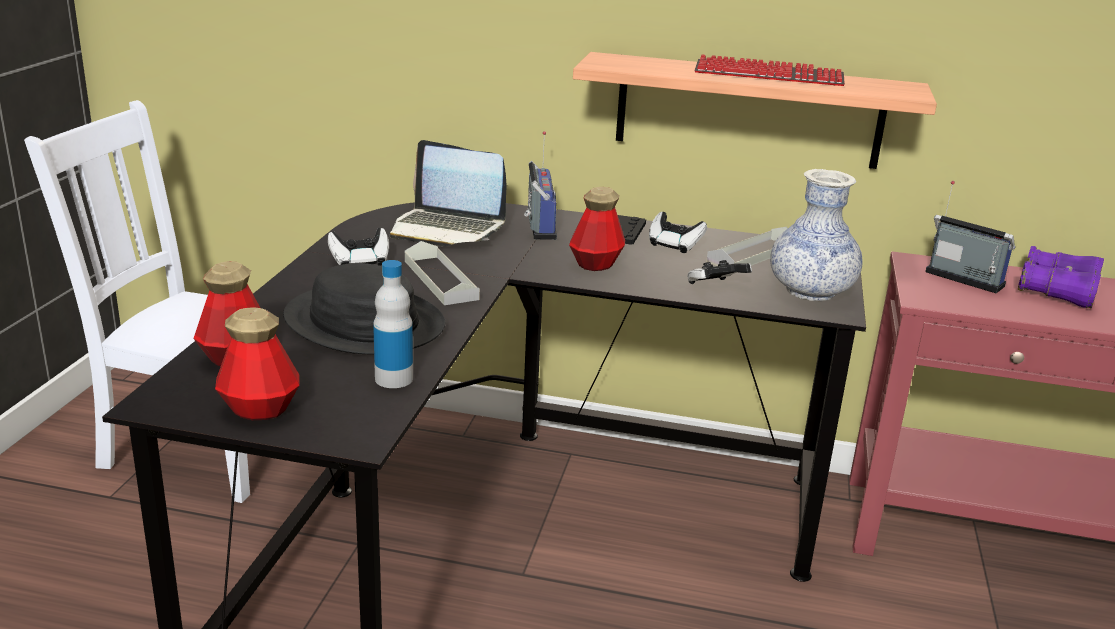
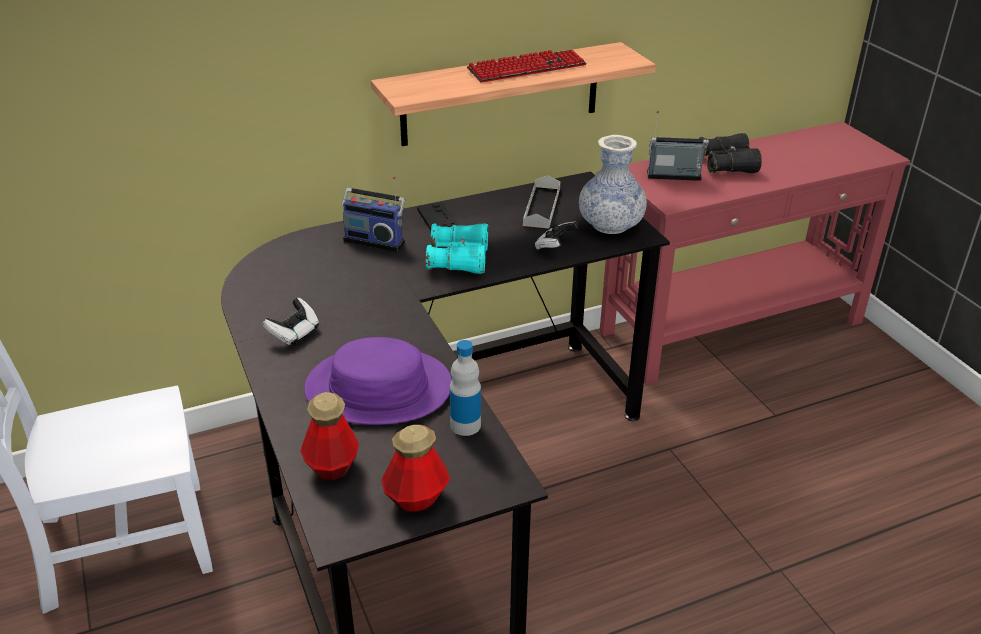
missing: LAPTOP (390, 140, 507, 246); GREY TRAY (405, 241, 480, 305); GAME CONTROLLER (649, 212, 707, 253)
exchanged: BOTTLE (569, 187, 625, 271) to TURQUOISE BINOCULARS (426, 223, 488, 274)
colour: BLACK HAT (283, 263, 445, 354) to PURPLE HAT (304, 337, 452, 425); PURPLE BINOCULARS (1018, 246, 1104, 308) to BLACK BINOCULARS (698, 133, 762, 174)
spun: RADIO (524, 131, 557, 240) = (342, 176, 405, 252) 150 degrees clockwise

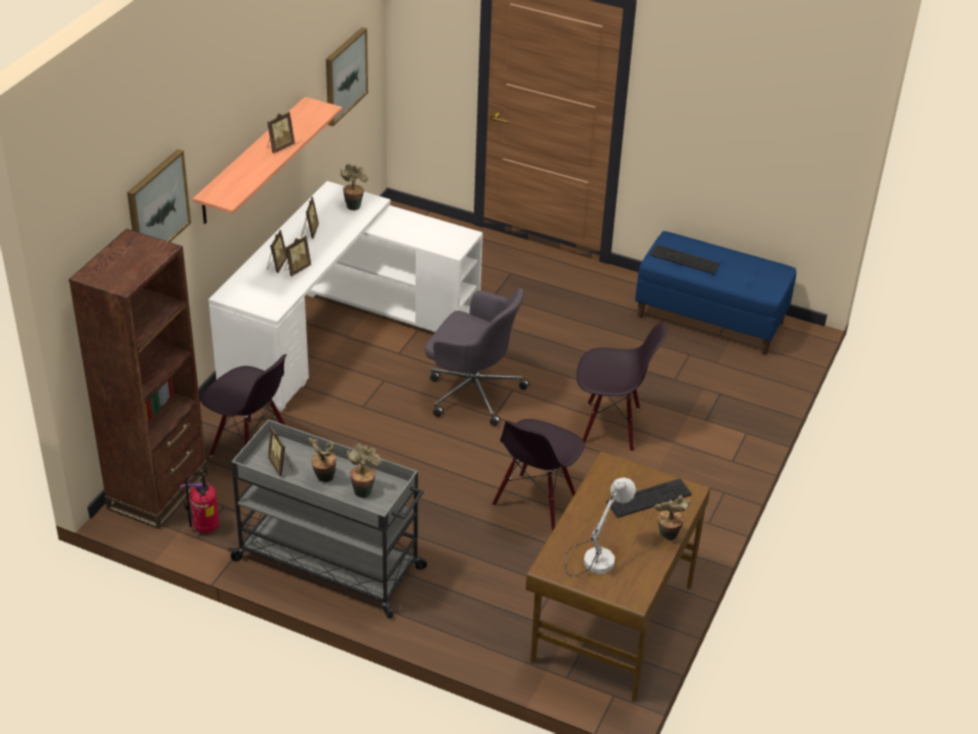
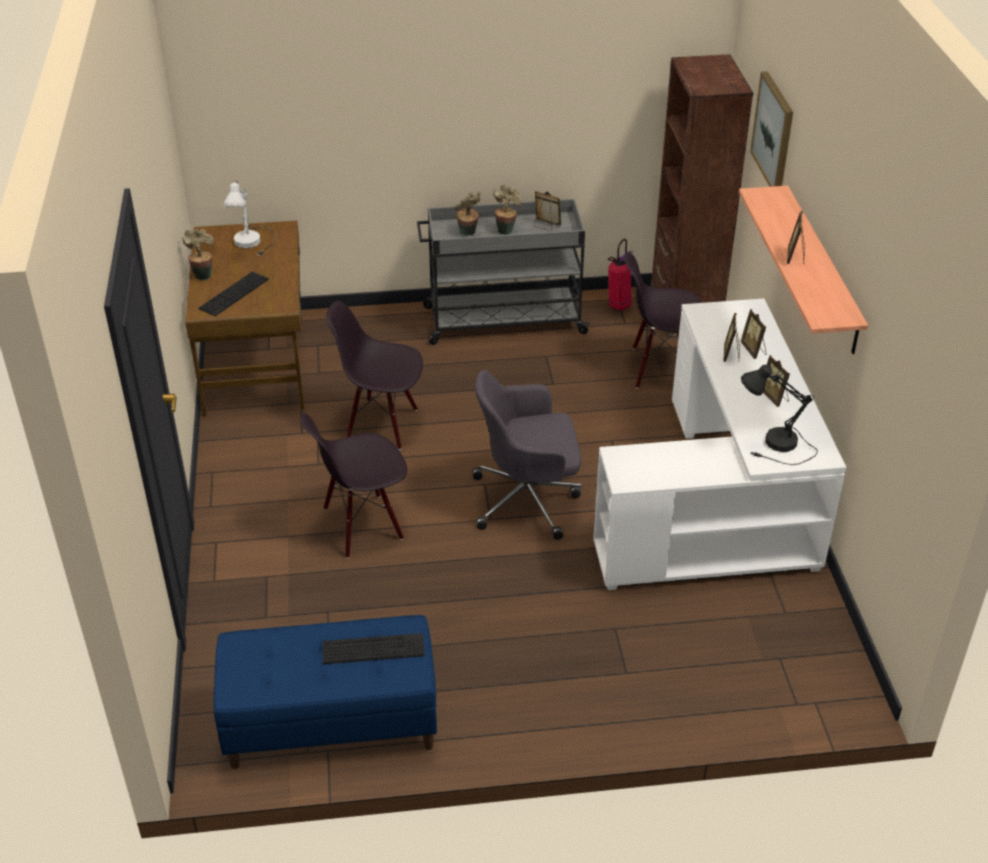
missing: PICTURE (326, 27, 368, 126)
exchanged: POTTED PLANT (341, 164, 368, 211) to BLACK TABLE LAMP (741, 365, 818, 465)
spun: BLACK CHAIR (492, 419, 585, 531) = (326, 301, 423, 450) 75 degrees counterclockwise

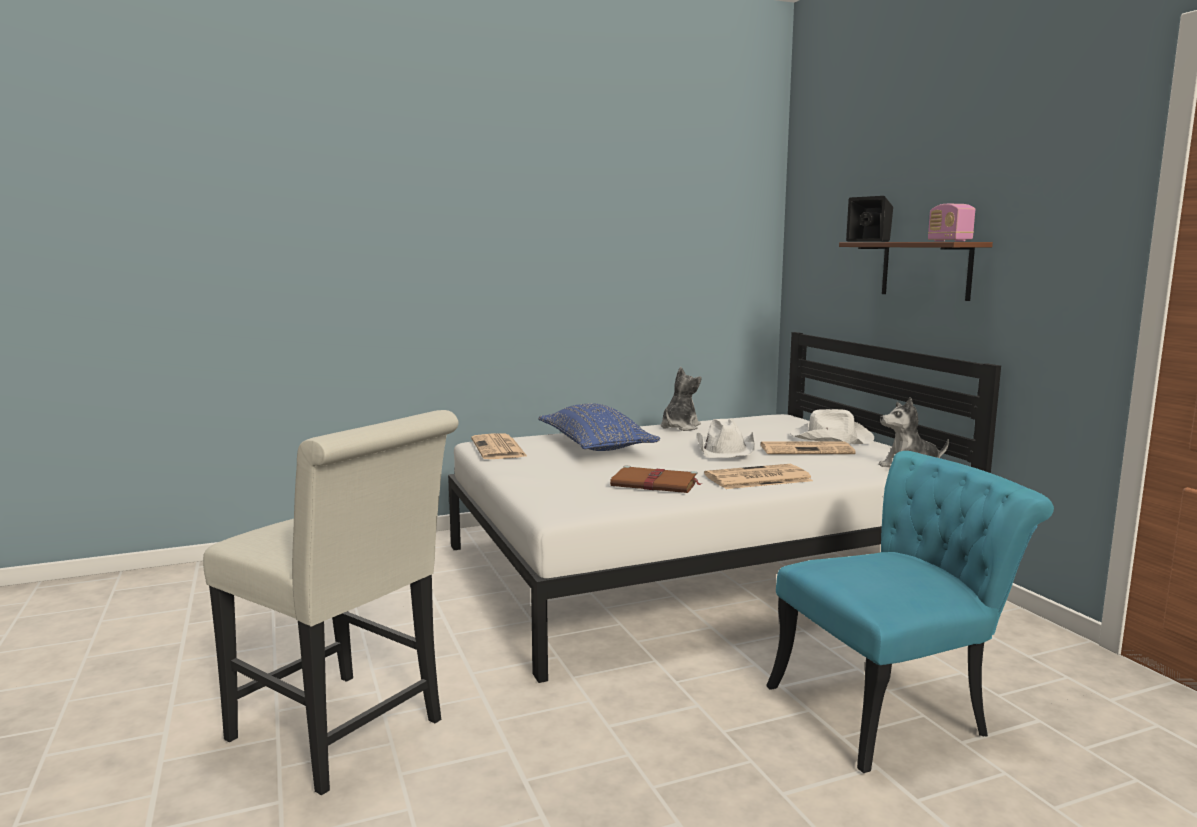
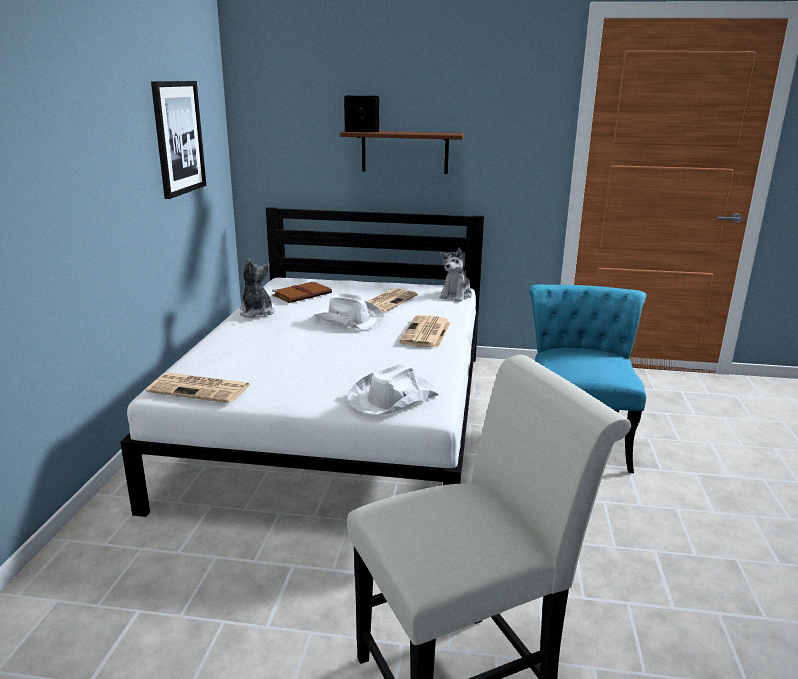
missing: BLUE PILLOW (538, 403, 660, 451); RADIO (928, 204, 975, 242)
appeared: PICTURE (151, 81, 206, 199)
relocated: BROWN BOOK (610, 466, 702, 493) to (272, 281, 332, 303); WHITE HAT (790, 409, 874, 444) to (347, 363, 439, 415)

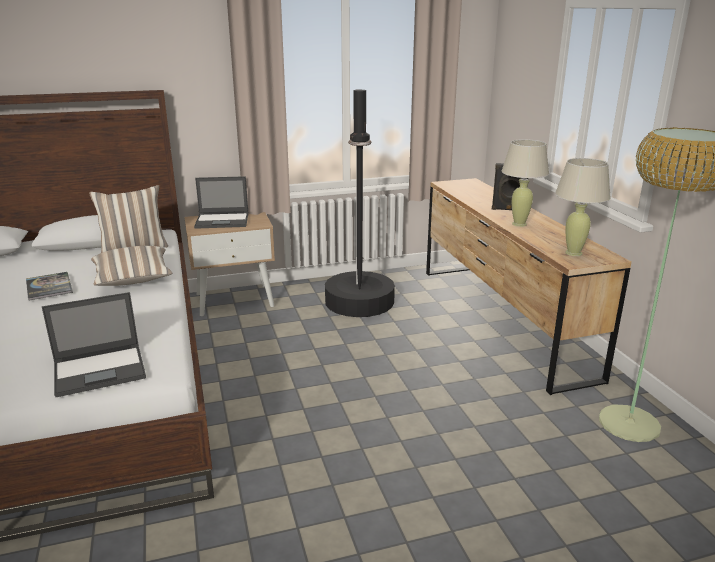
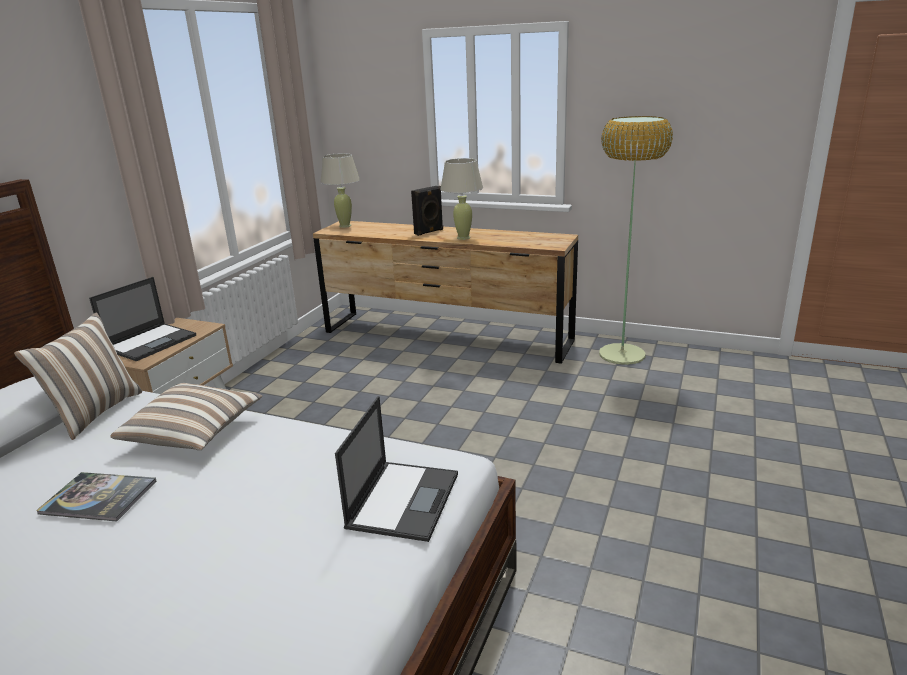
missing: BLACK FLOOR LAMP (325, 90, 395, 317)
relocated: BEIGE TABLE LAMP (555, 158, 611, 256) to (321, 153, 360, 228)

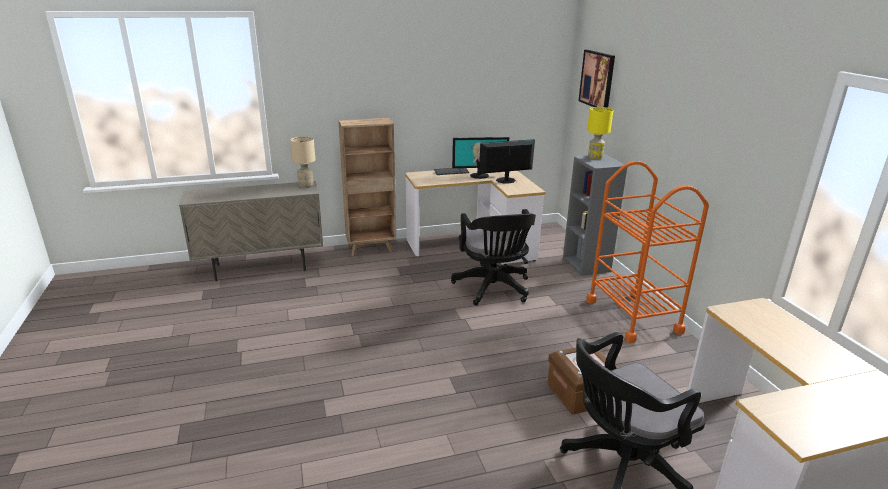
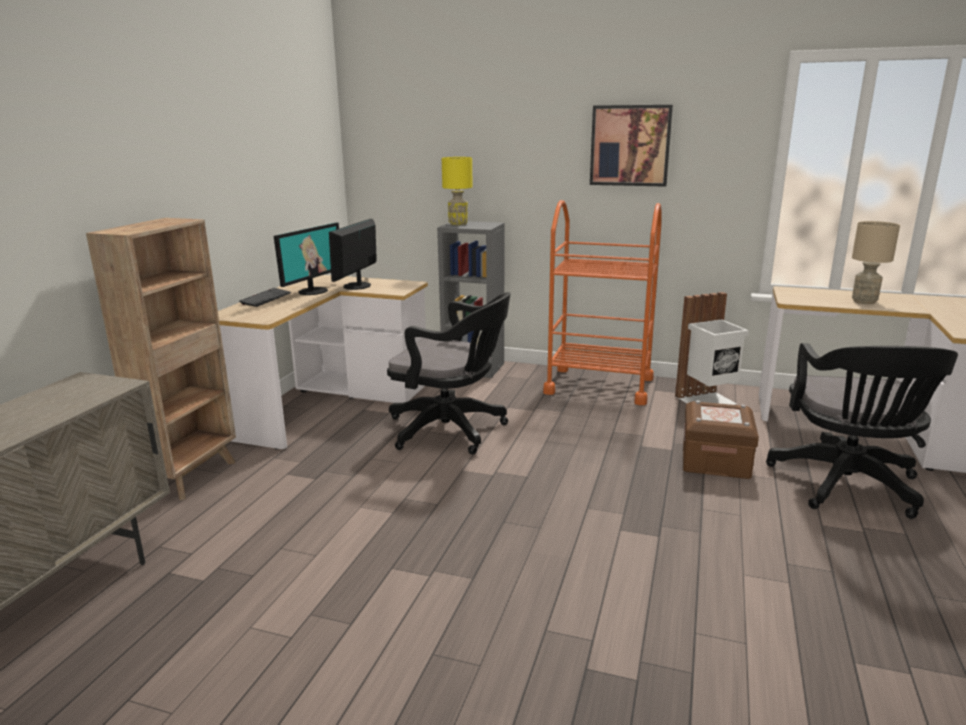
appeared: WHITE TRASH CAN (675, 292, 749, 405)
relocated: PICTURE (579, 49, 615, 108) to (590, 105, 673, 187); BEIGE TABLE LAMP (290, 136, 315, 188) to (852, 221, 900, 304)

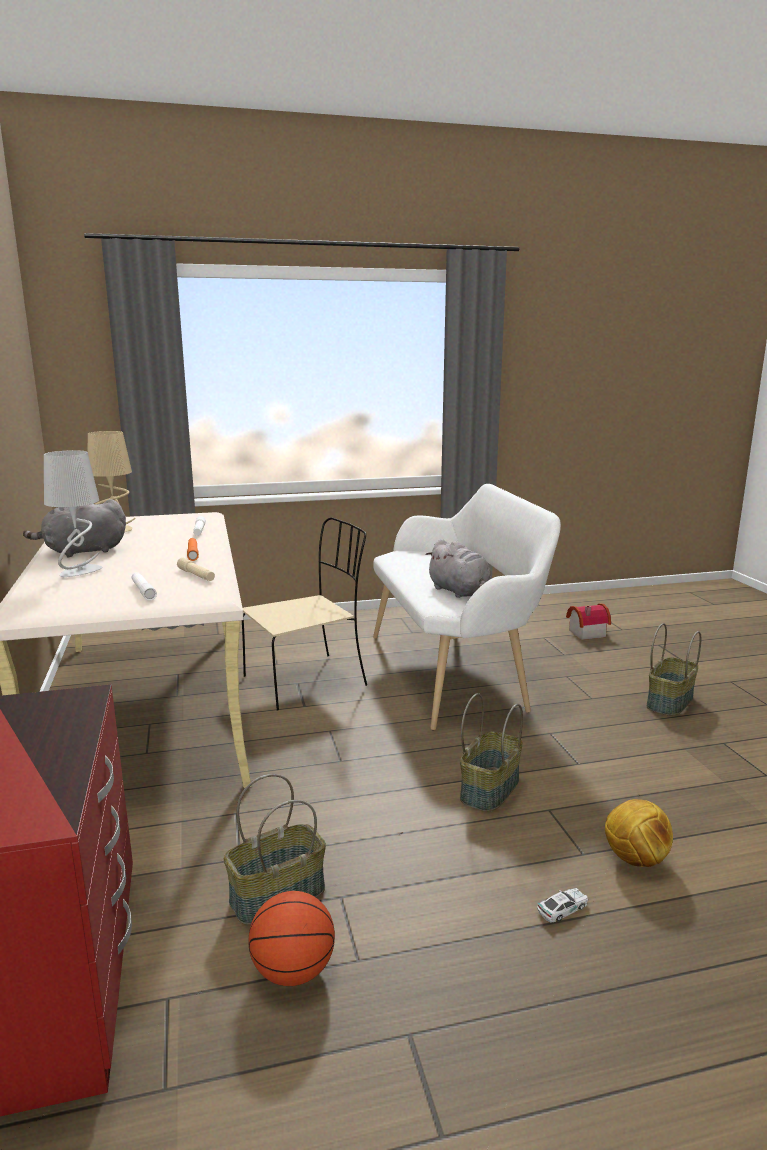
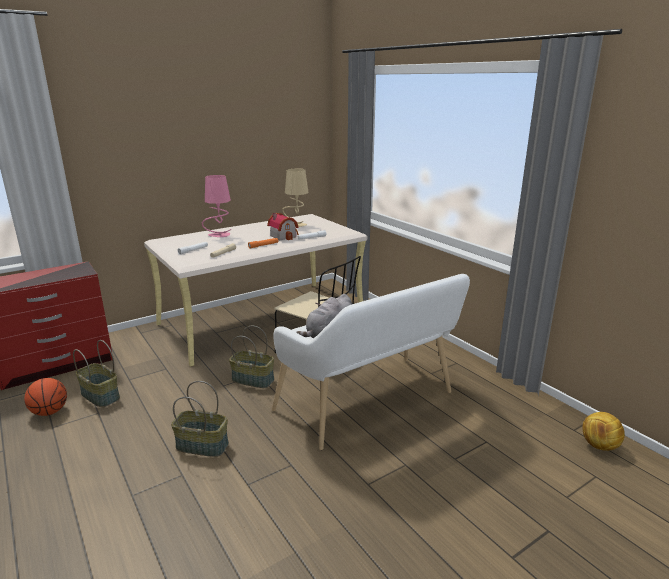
missing: GREY PLUSH TOY (23, 499, 126, 558); TOY CAR (537, 888, 588, 922)
relocated: BASKET (647, 623, 701, 716) to (229, 326, 274, 388); TOY HOUSE (566, 603, 611, 640) to (267, 213, 299, 240); FOOTBALL (605, 799, 673, 867) to (583, 412, 625, 451)
colour: GREY TABLE LAMP (44, 450, 102, 577) to PINK TABLE LAMP (202, 175, 231, 237)

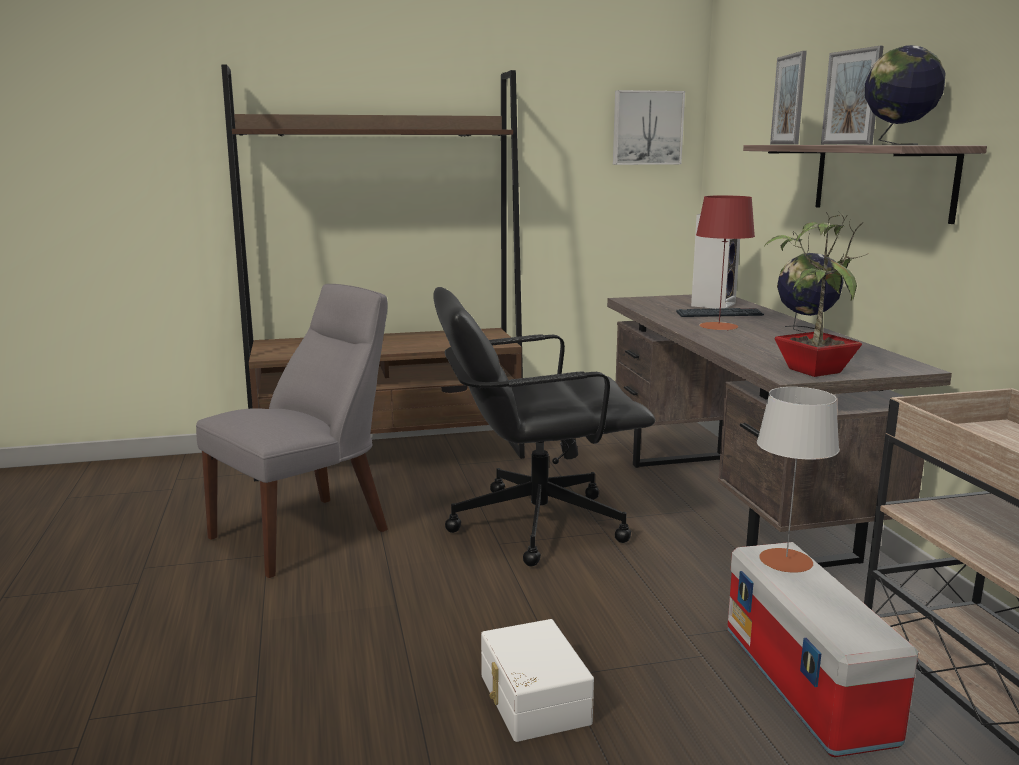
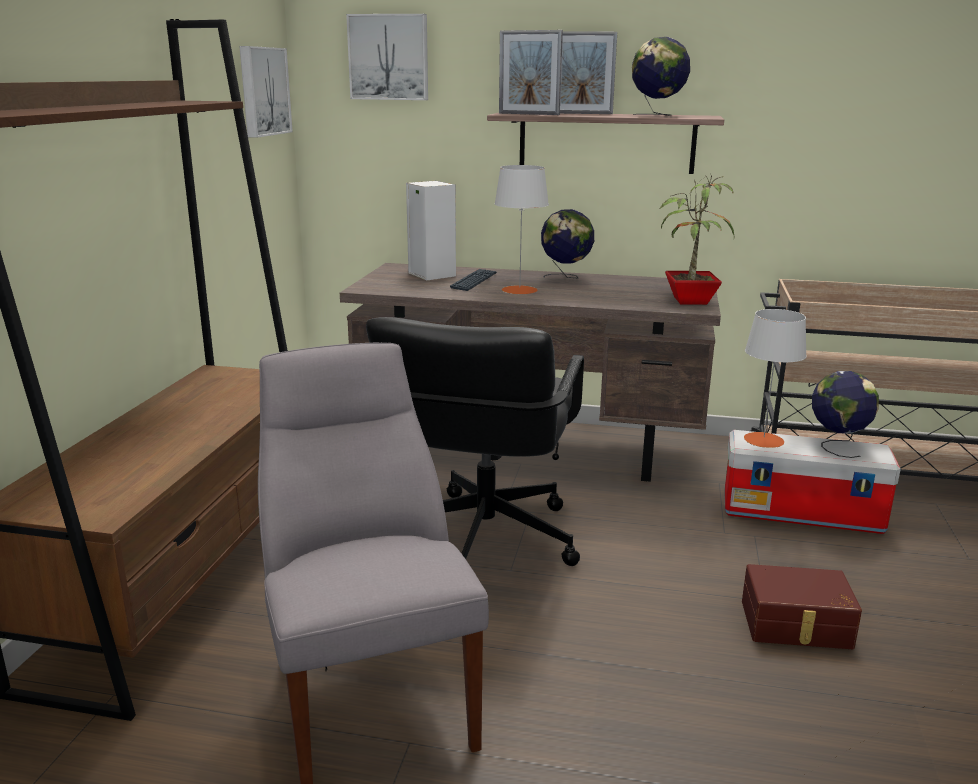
appeared: PICTURE (346, 14, 428, 100); GLOBE (812, 371, 879, 458)
colour: RED TABLE LAMP (696, 195, 755, 330) to GREY TABLE LAMP (494, 165, 549, 295); WHITE STORAGE BOX (481, 619, 594, 742) to BROWN STORAGE BOX (742, 564, 862, 649)

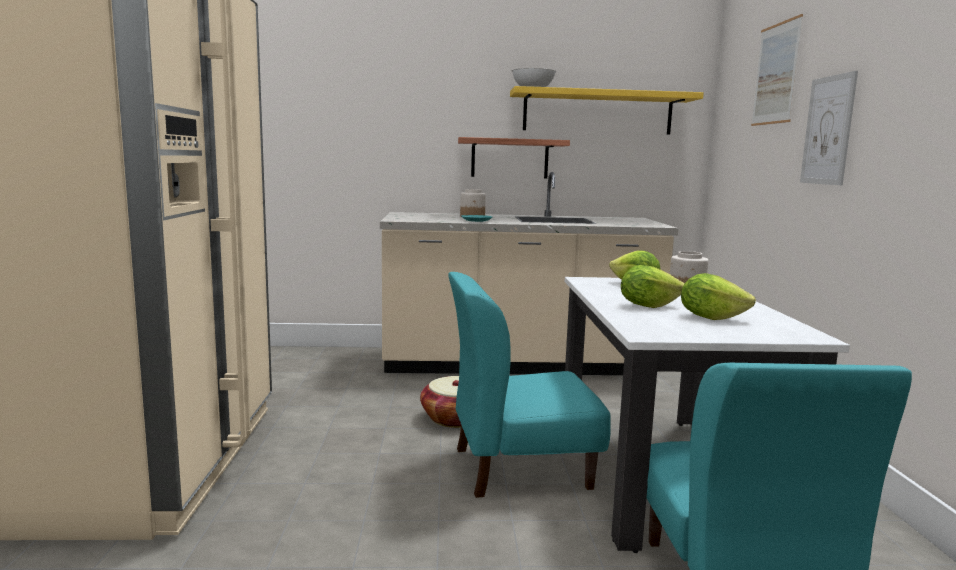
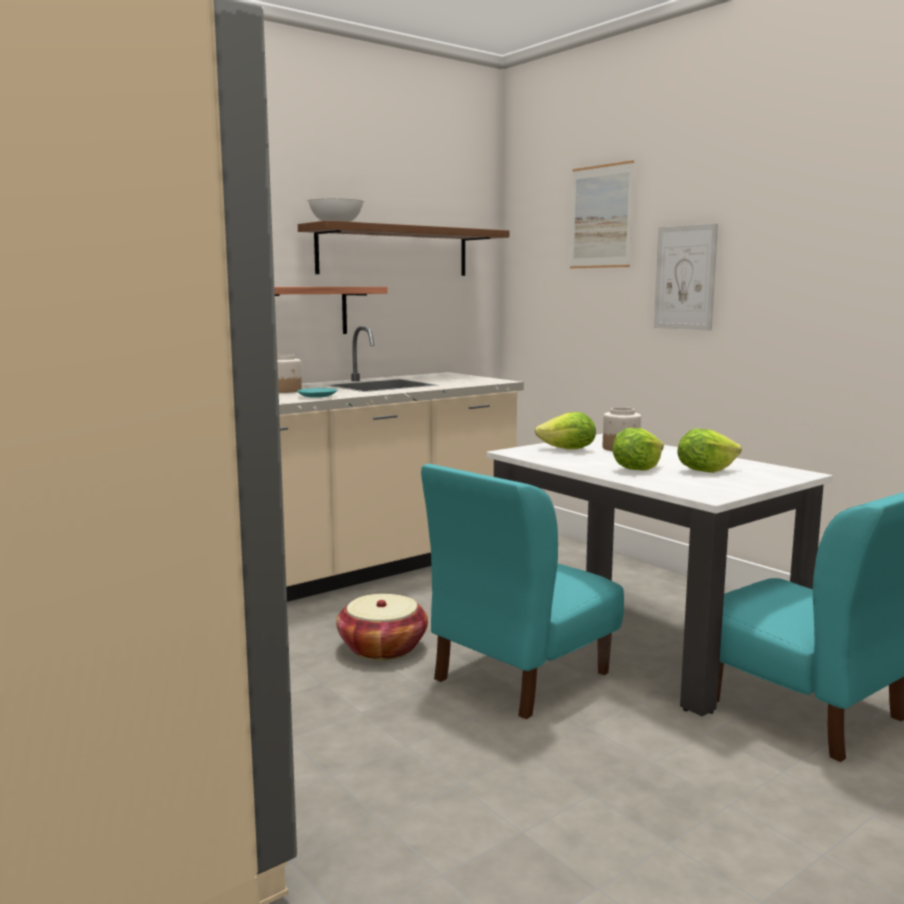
colour: YELLOW SHELF (510, 86, 704, 135) to BROWN SHELF (298, 220, 509, 276)

